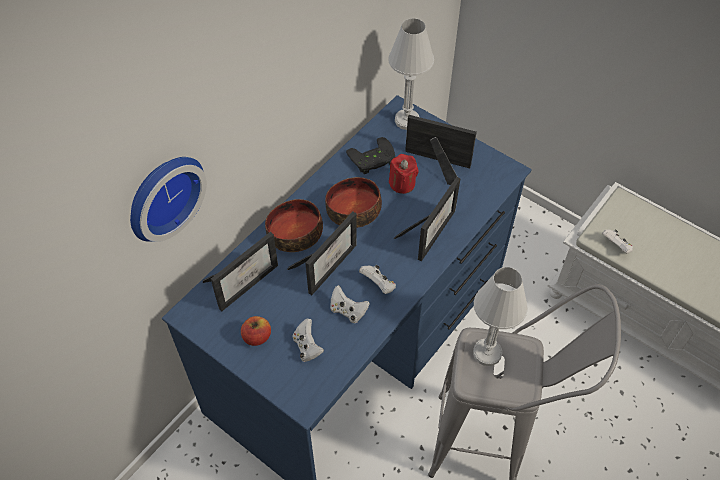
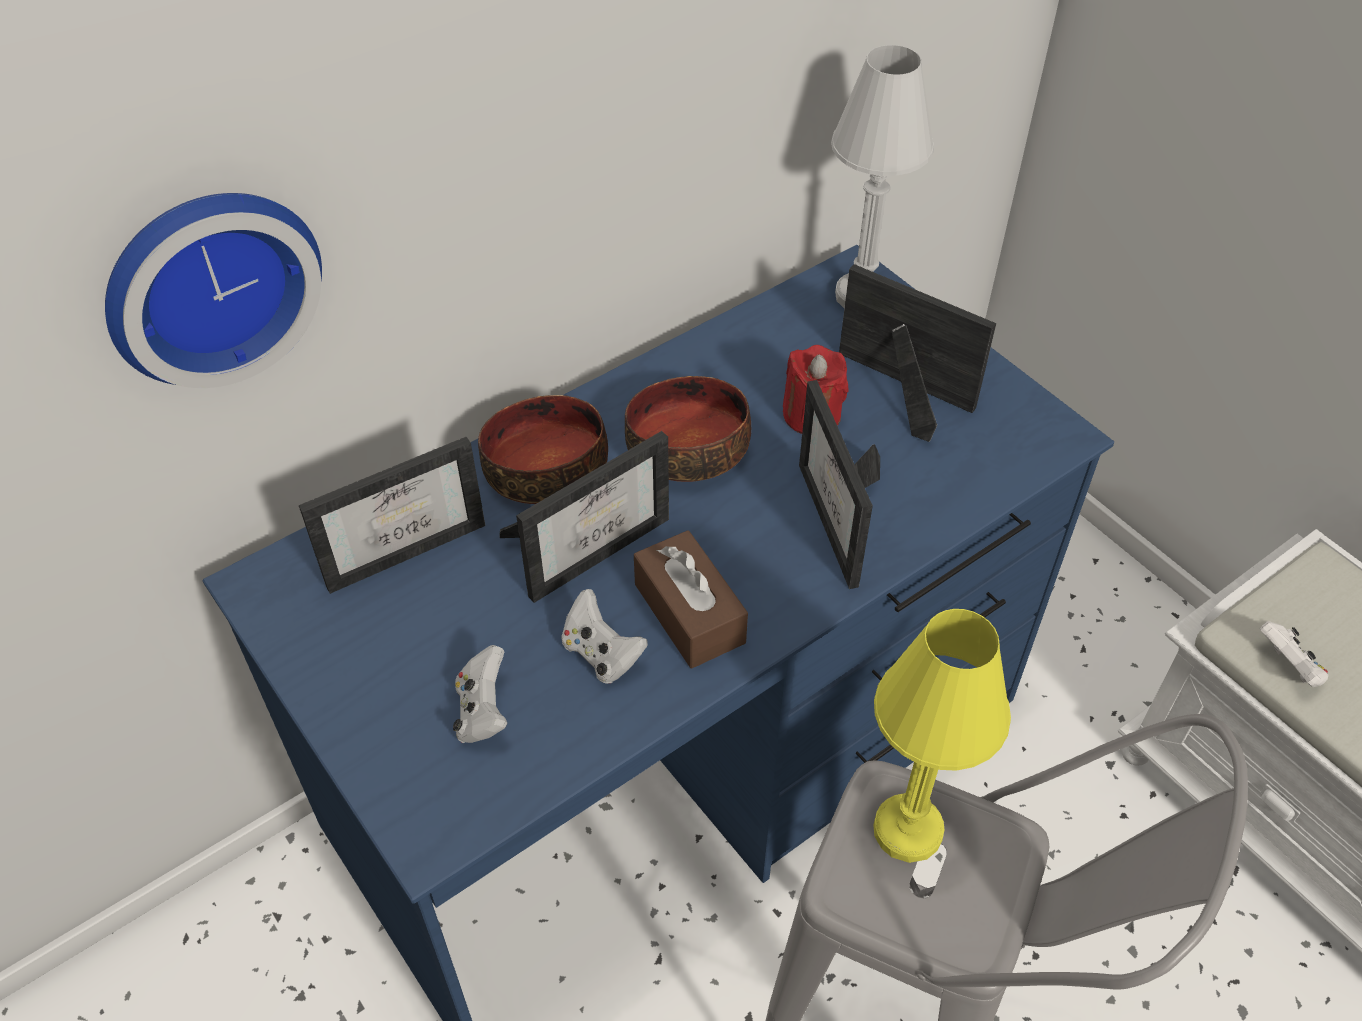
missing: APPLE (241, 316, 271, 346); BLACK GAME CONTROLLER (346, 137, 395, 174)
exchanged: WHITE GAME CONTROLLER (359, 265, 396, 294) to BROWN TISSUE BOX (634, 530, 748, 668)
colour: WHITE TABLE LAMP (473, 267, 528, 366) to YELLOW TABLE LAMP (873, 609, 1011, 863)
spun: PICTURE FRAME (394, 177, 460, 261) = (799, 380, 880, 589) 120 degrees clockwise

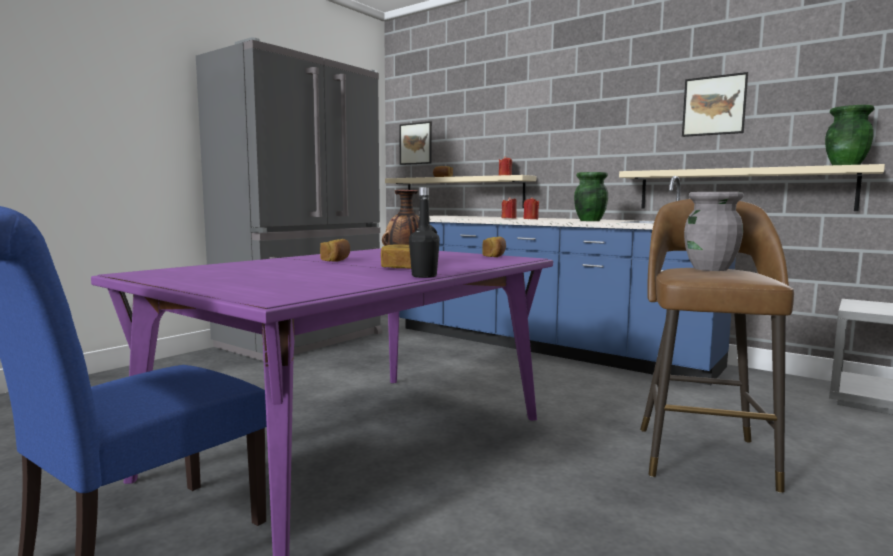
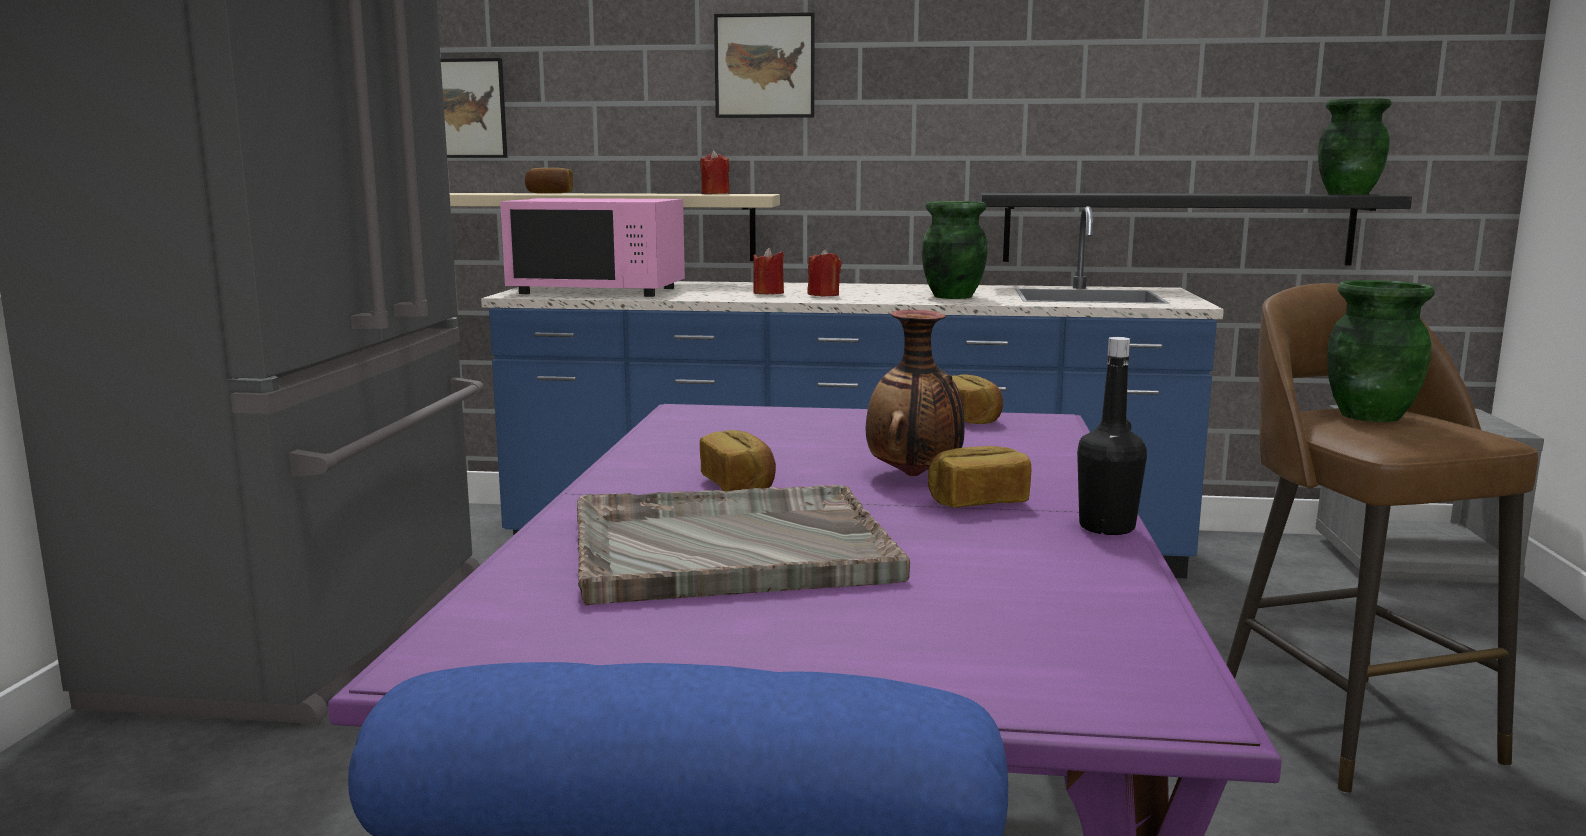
appeared: PINK MICROWAVE (500, 198, 685, 297); GREY TRAY (577, 485, 910, 606)
relocated: PICTURE (682, 72, 748, 137) to (714, 12, 815, 118)
colour: BEIGE SHELF (619, 164, 885, 211) to BLACK SHELF (979, 193, 1412, 265); GREY VASE (684, 192, 744, 271) to GREEN VASE (1327, 280, 1435, 422)

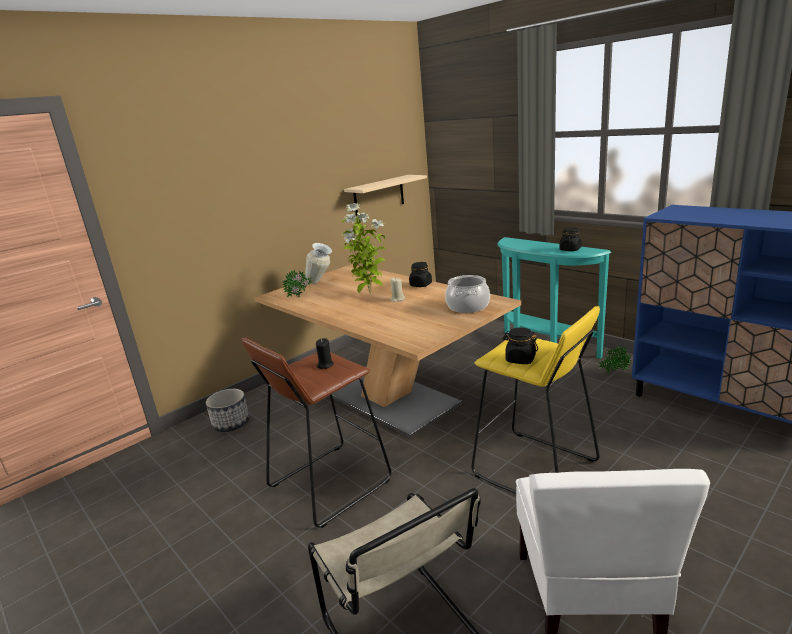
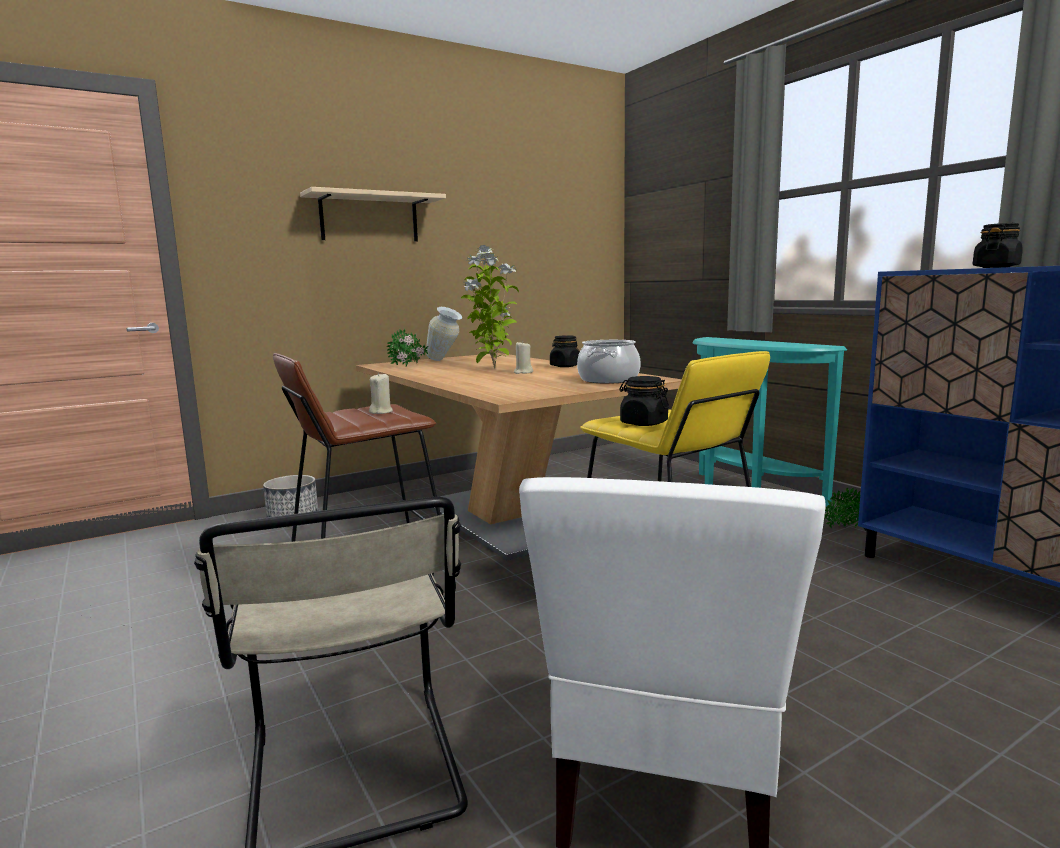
relocated: BEIGE SHELF (344, 175, 427, 216) to (300, 187, 446, 241); BLACK JAR (559, 227, 582, 251) to (973, 223, 1023, 268)
colour: BLACK CANDLE (316, 338, 334, 369) to BEIGE CANDLE (369, 373, 393, 414)

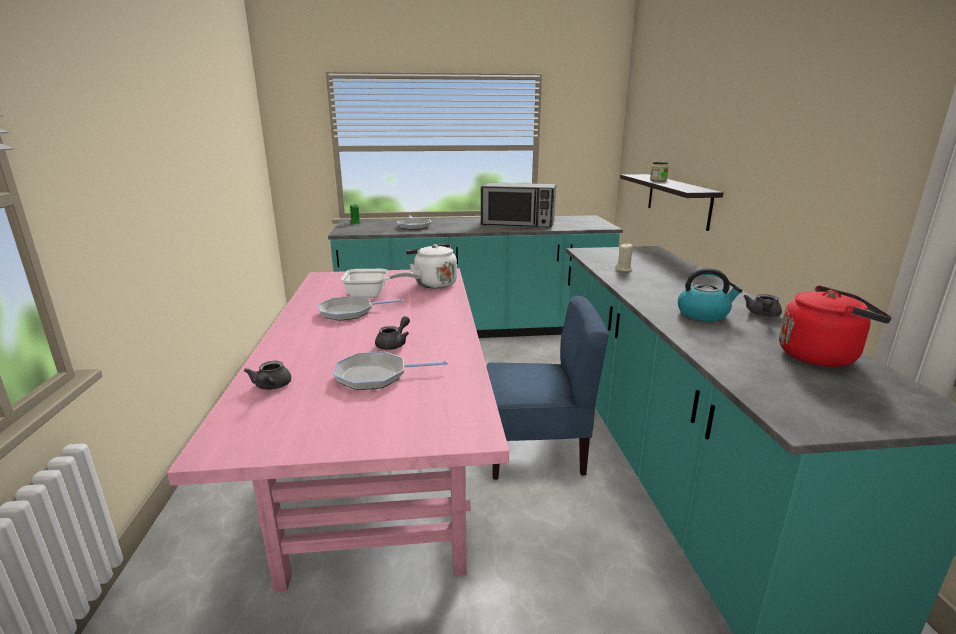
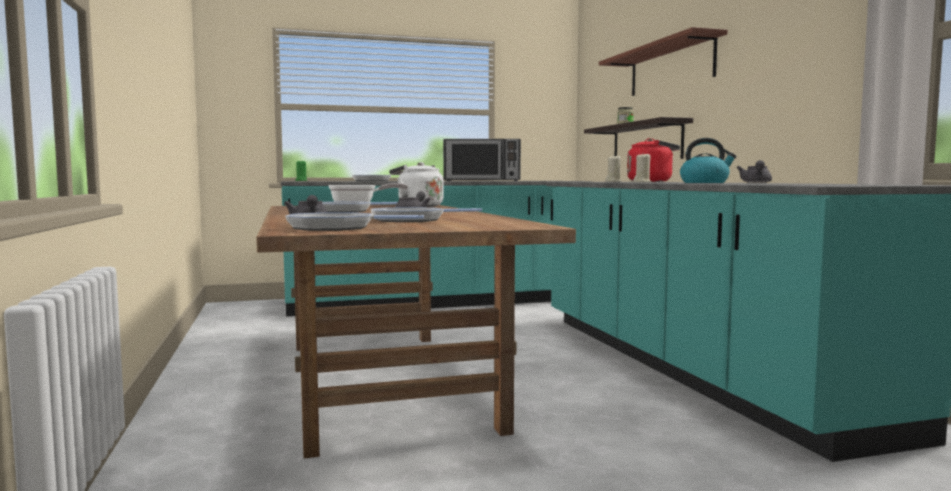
missing: BLUE CHAIR (486, 296, 608, 480)
appeared: FRYING PAN (285, 212, 424, 231); SHELF (599, 27, 728, 96); BEIGE CANDLE (633, 154, 651, 182)
relocated: RED KETTLE (779, 285, 892, 367) to (627, 138, 680, 182)
colour: PINK DINING TABLE (167, 268, 509, 592) to BROWN DINING TABLE (256, 205, 576, 458)

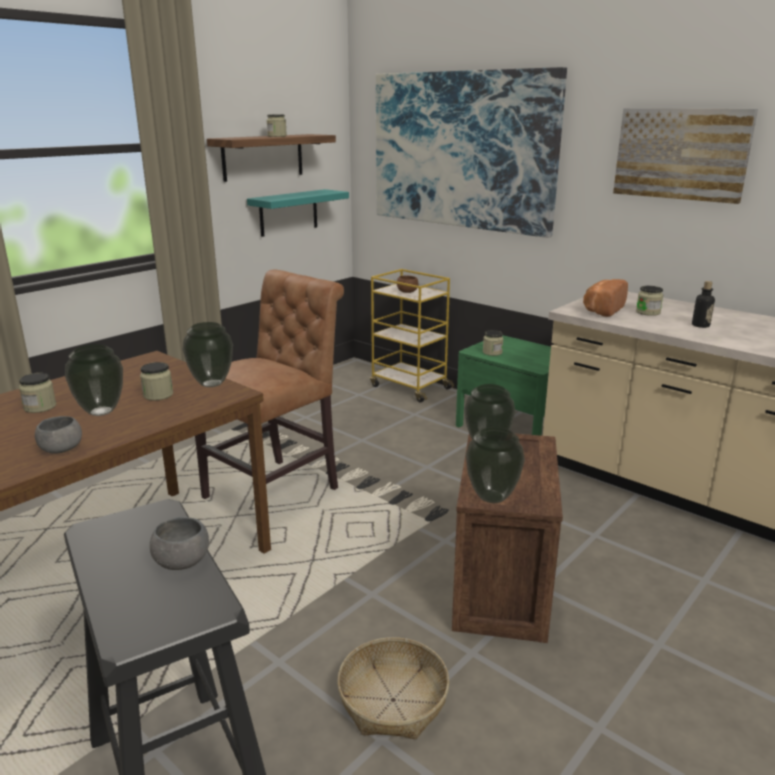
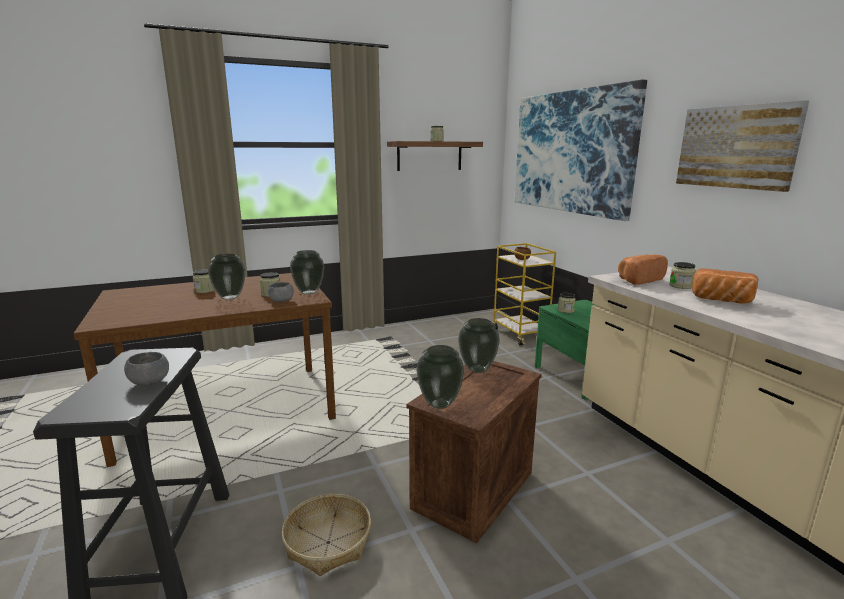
missing: BROWN CHAIR (195, 269, 344, 499); TURQUOISE SHELF (247, 189, 349, 237)
relocated: GREY BOWL (35, 416, 82, 454) to (268, 282, 294, 302)
exchanged: BOTTLE (692, 281, 715, 328) to BREAD (692, 268, 759, 304)

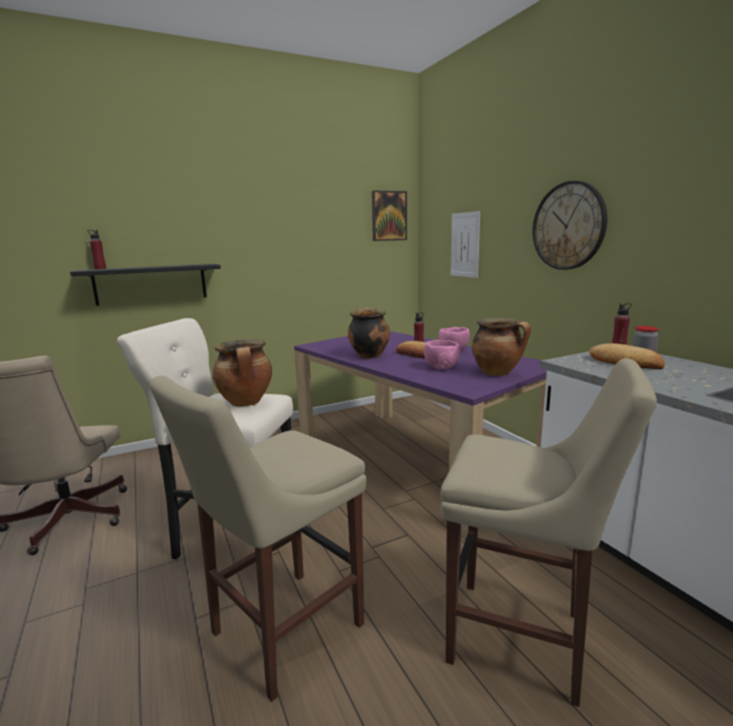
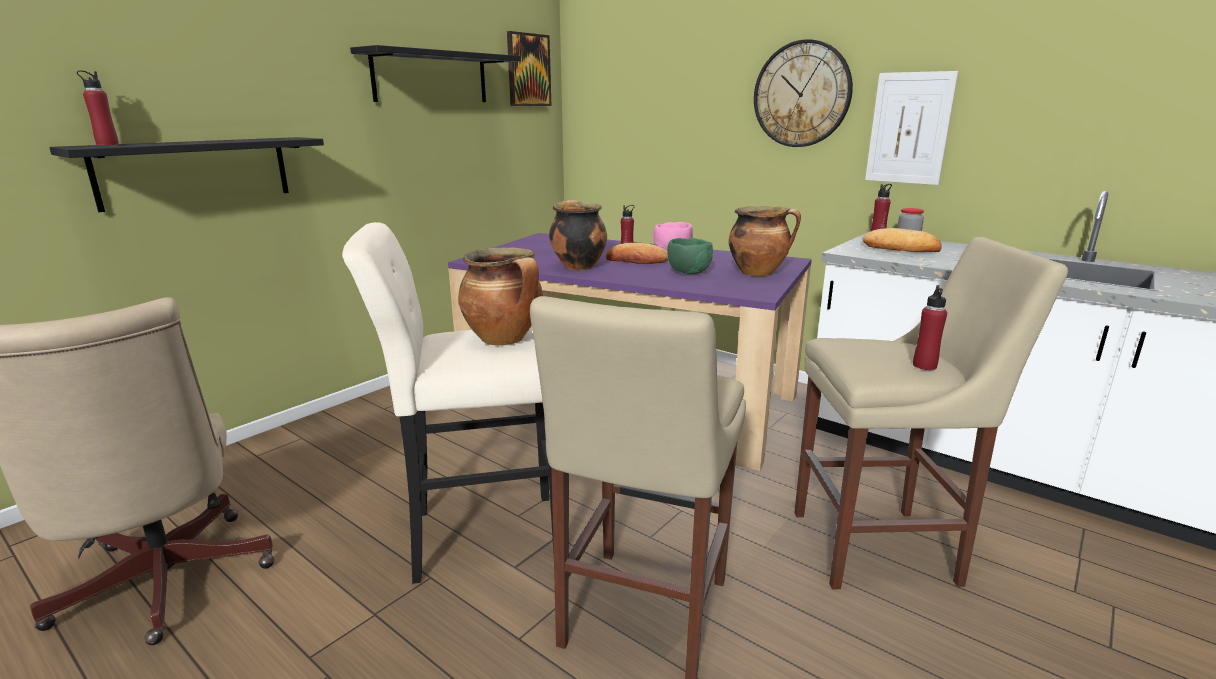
appeared: BLACK SHELF (350, 45, 521, 102); RED BOTTLE (913, 285, 947, 370)
relocated: PICTURE (451, 211, 480, 278) to (865, 71, 958, 185)
colour: PINK BOWL (424, 340, 460, 369) to GREEN BOWL (667, 238, 713, 274)

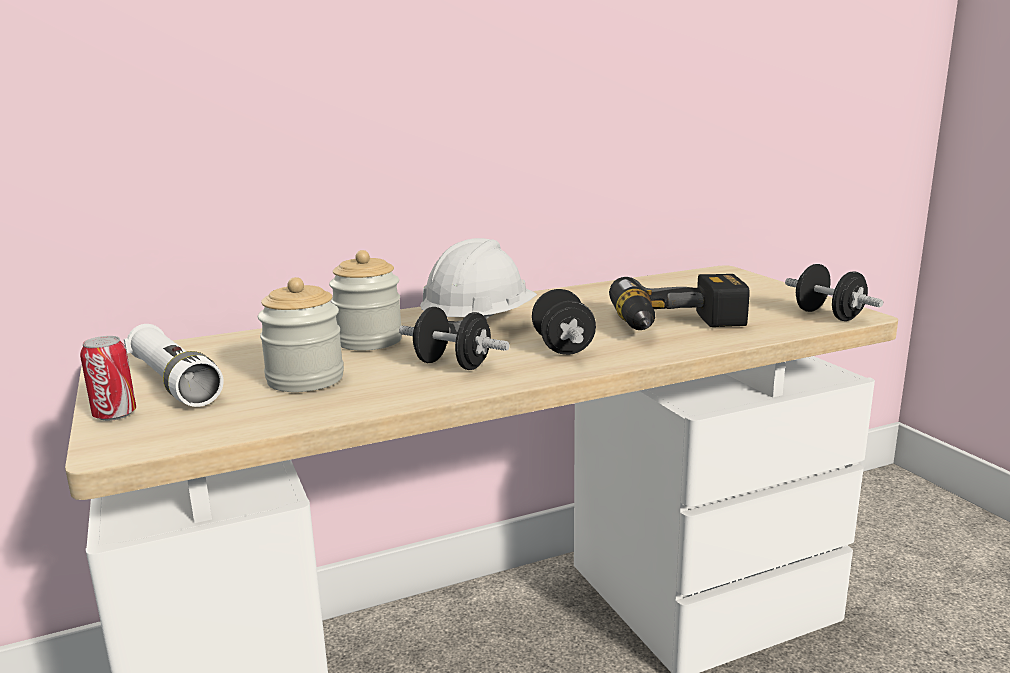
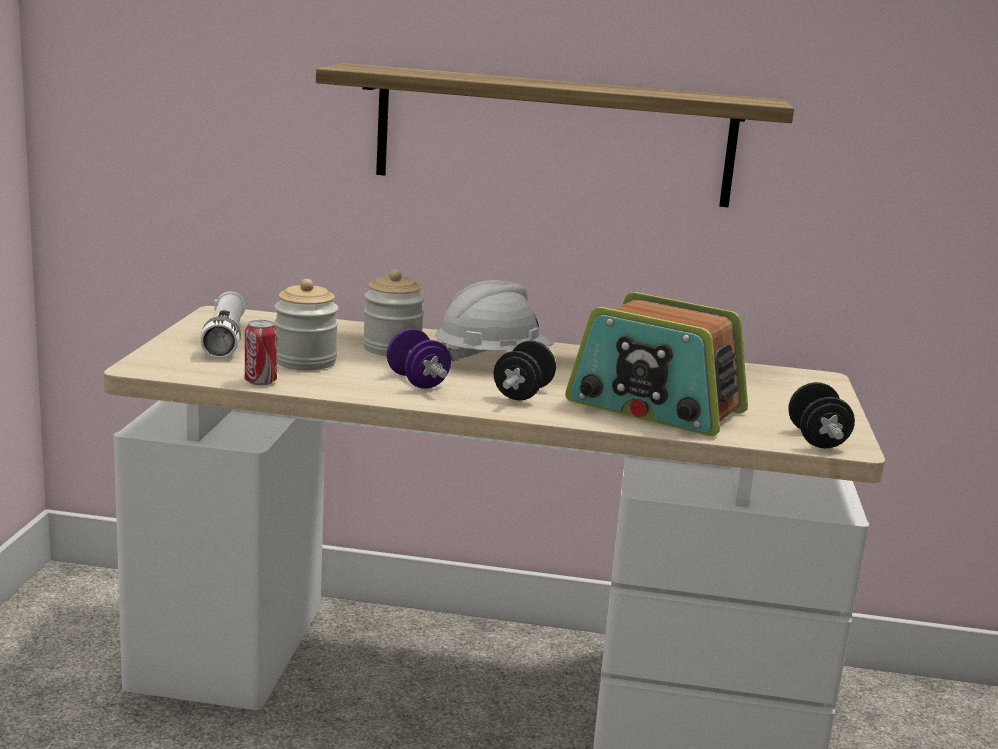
appeared: SHELF (316, 63, 794, 207)
relocated: CAN (80, 336, 136, 421) to (245, 320, 278, 385)
exchanged: POWER DRILL (609, 274, 750, 330) to RADIO (565, 292, 748, 436)
colour: BLACK DUMBBELL (399, 307, 510, 370) to PURPLE DUMBBELL (387, 329, 451, 389)

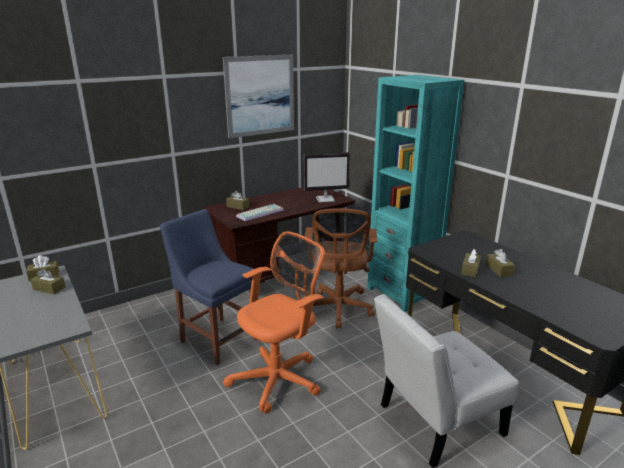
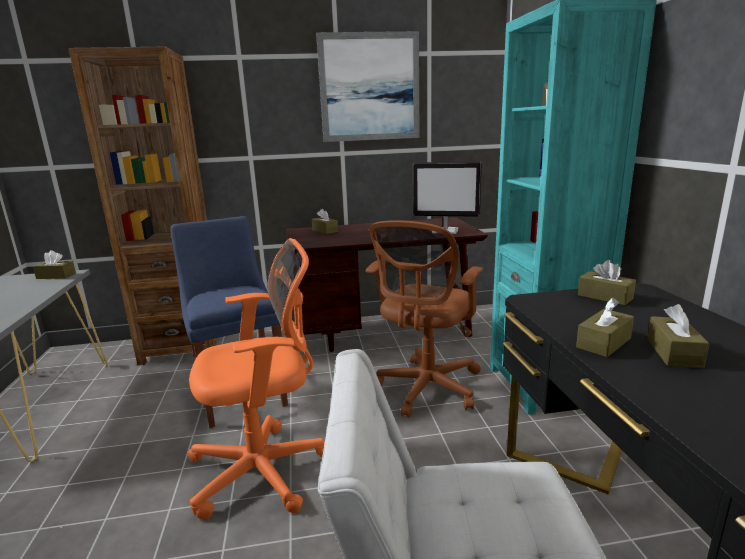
missing: KEYBOARD (236, 204, 284, 221)
appeared: BROWN BOOKCASE (68, 46, 218, 366)
relocated: BROWN TISSUE BOX (30, 268, 66, 294) to (578, 260, 636, 305)

